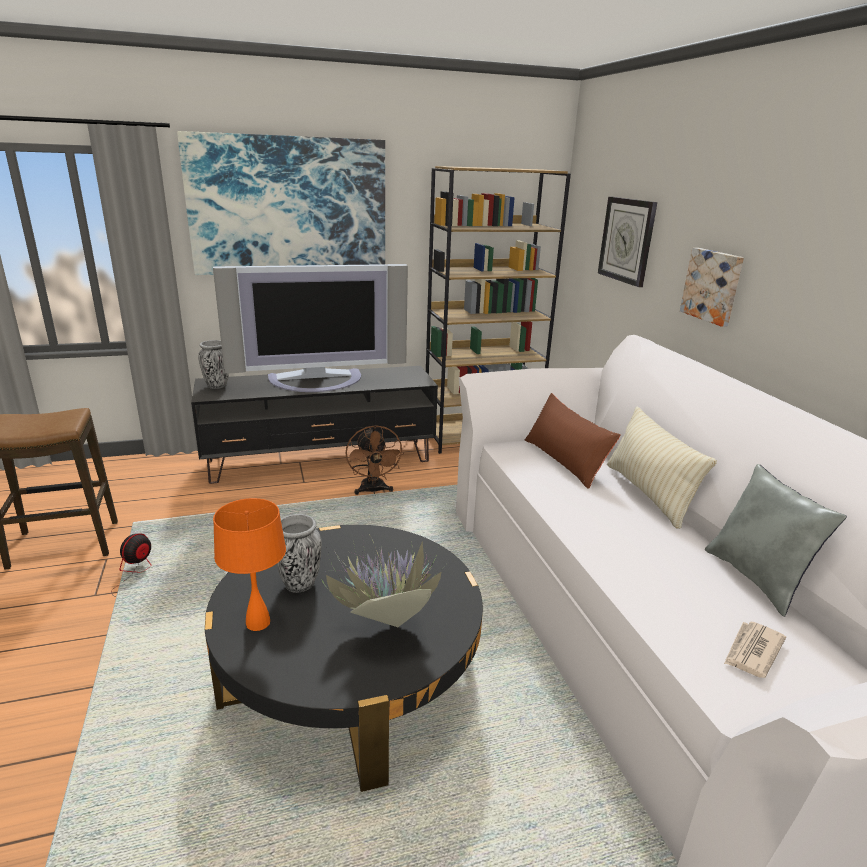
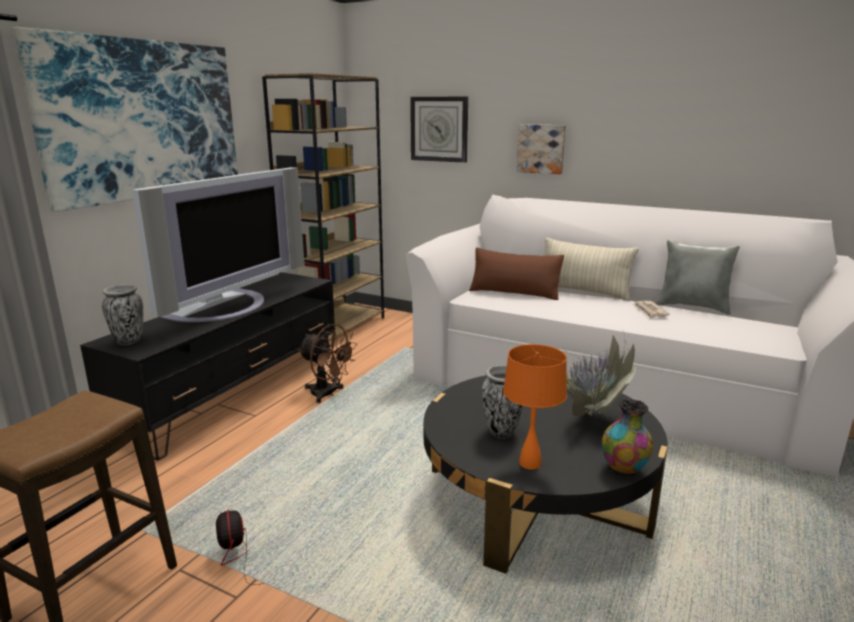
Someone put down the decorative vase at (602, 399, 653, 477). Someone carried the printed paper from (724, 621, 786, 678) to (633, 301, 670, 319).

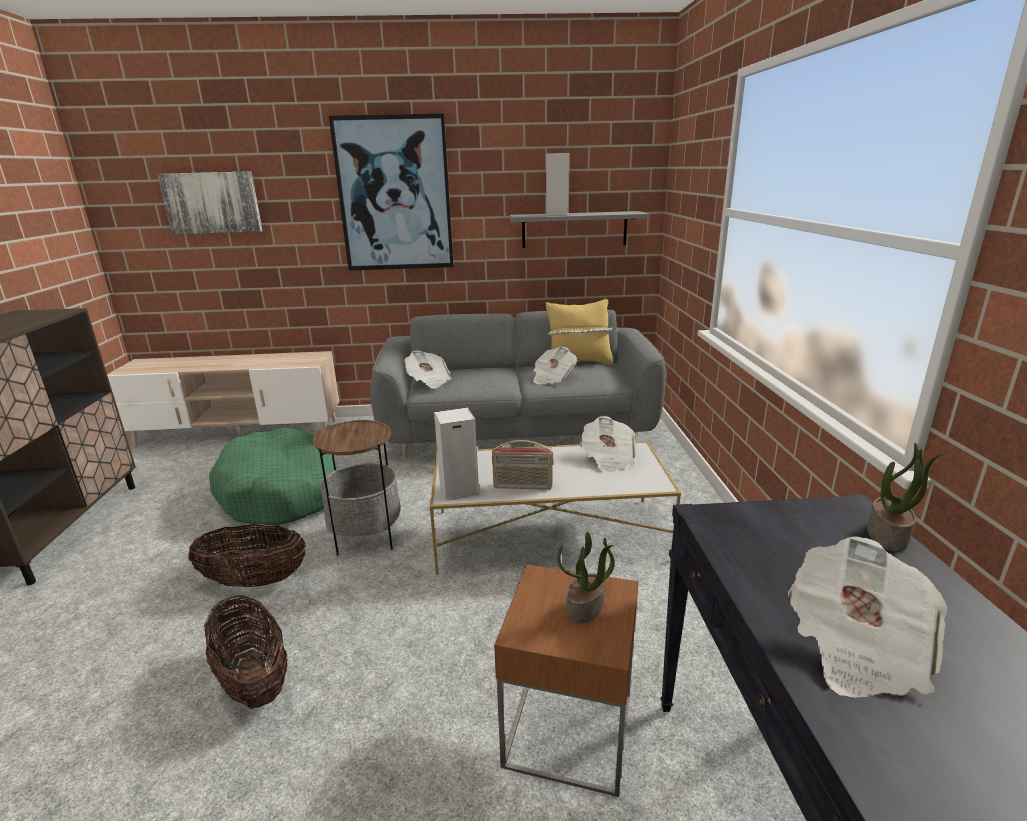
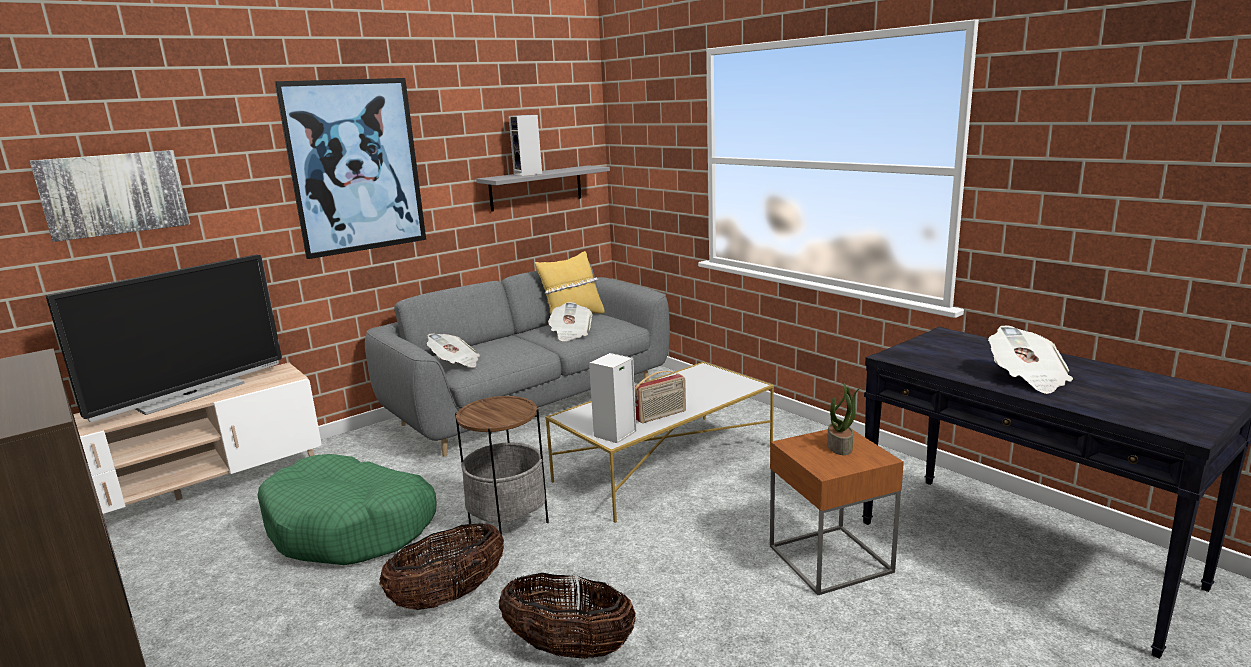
Someone took away the printed paper at (580, 416, 636, 473). Someone took away the potted plant at (867, 443, 946, 551). Someone put down the TV set at (46, 255, 282, 422).

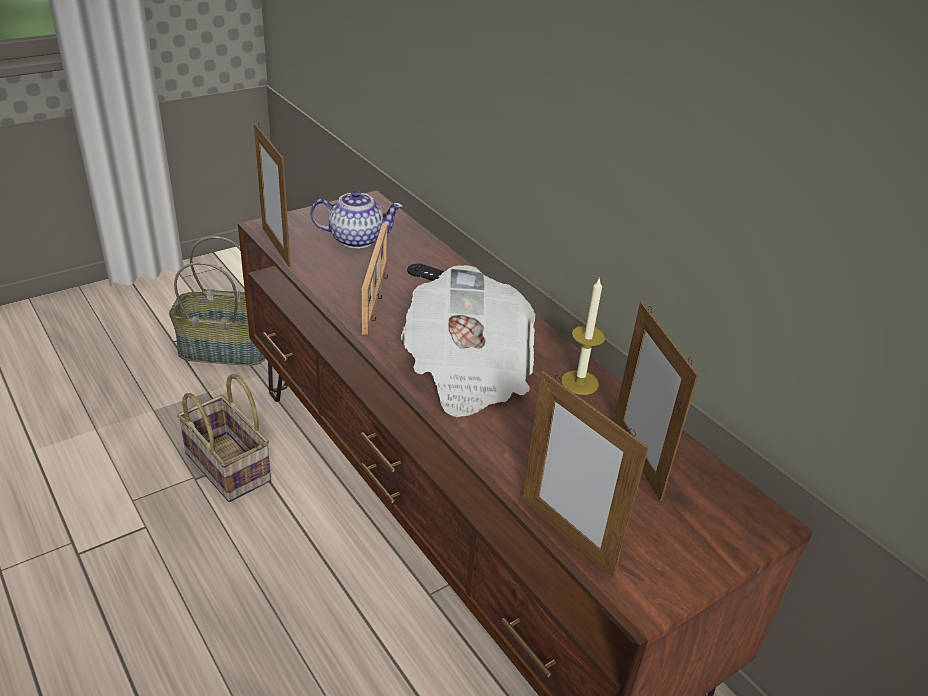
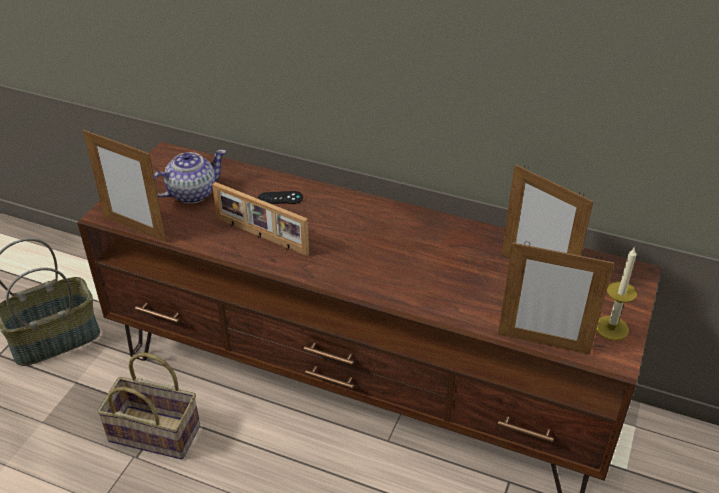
Someone took away the printed paper at (401, 265, 535, 417). Someone carried the candle from (561, 277, 606, 395) to (596, 247, 637, 341). Someone rotated the standing frame at (362, 223, 388, 335) by 150 degrees clockwise.

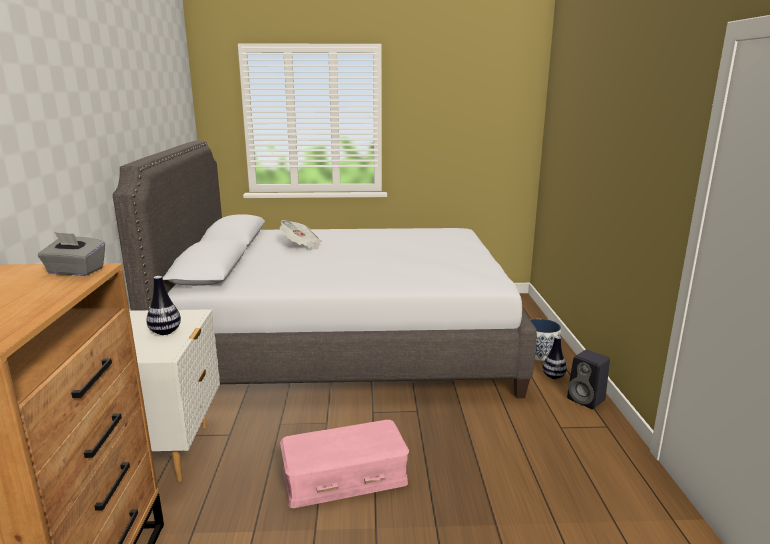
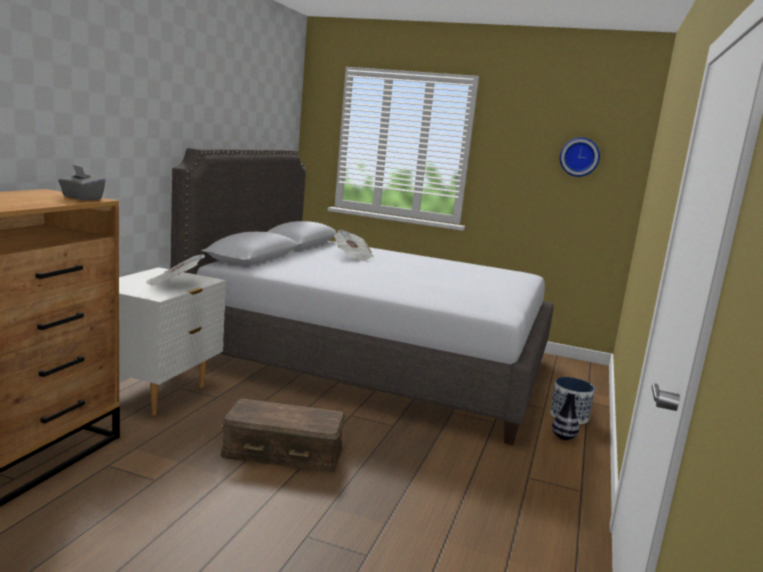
Someone took away the black-coloured speaker at (567, 350, 610, 409). Someone put up the clock on the wall at (560, 137, 600, 177). Someone swapped the decorative vase at (146, 276, 181, 335) for the printed paper at (146, 255, 205, 286). Someone repainted the pink-coloured storage bin at (280, 420, 409, 508), which became the brown-coloured storage bin at (221, 399, 346, 473).

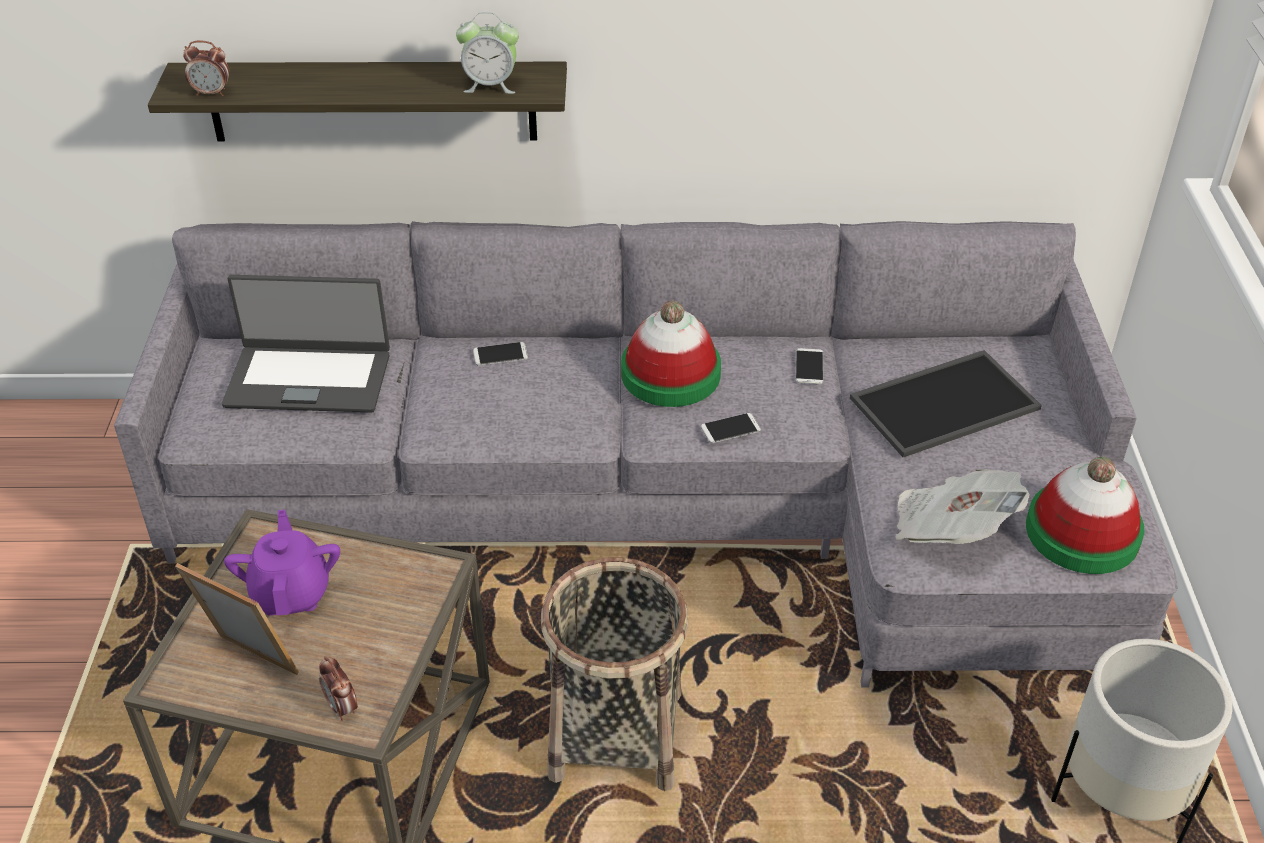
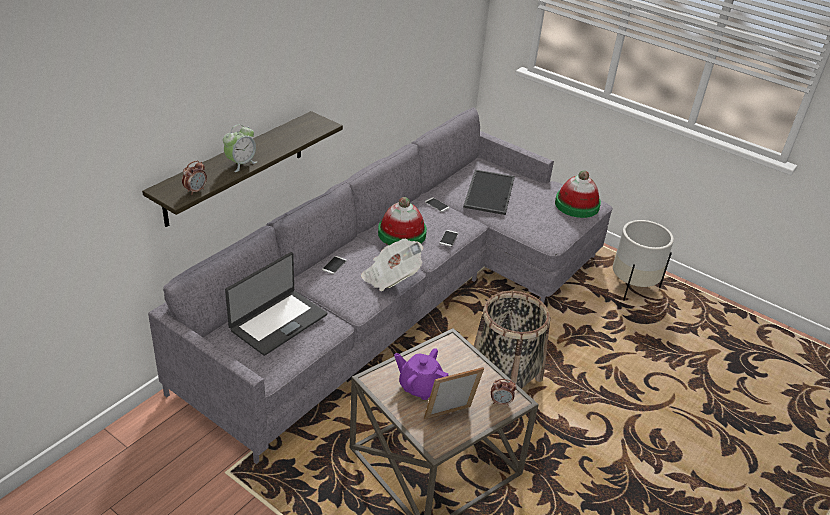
Someone carried the table clock from (456, 12, 519, 94) to (223, 124, 257, 172). Someone carried the printed paper from (896, 469, 1029, 544) to (361, 238, 424, 291).

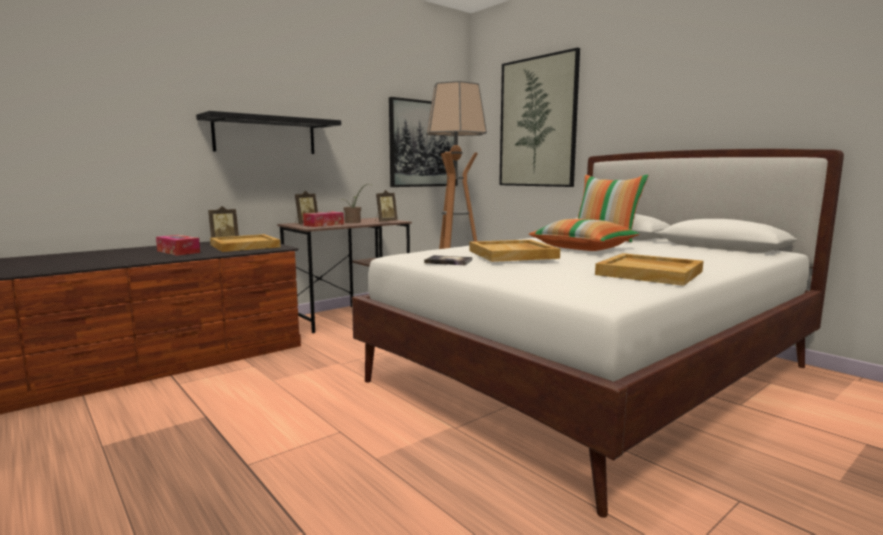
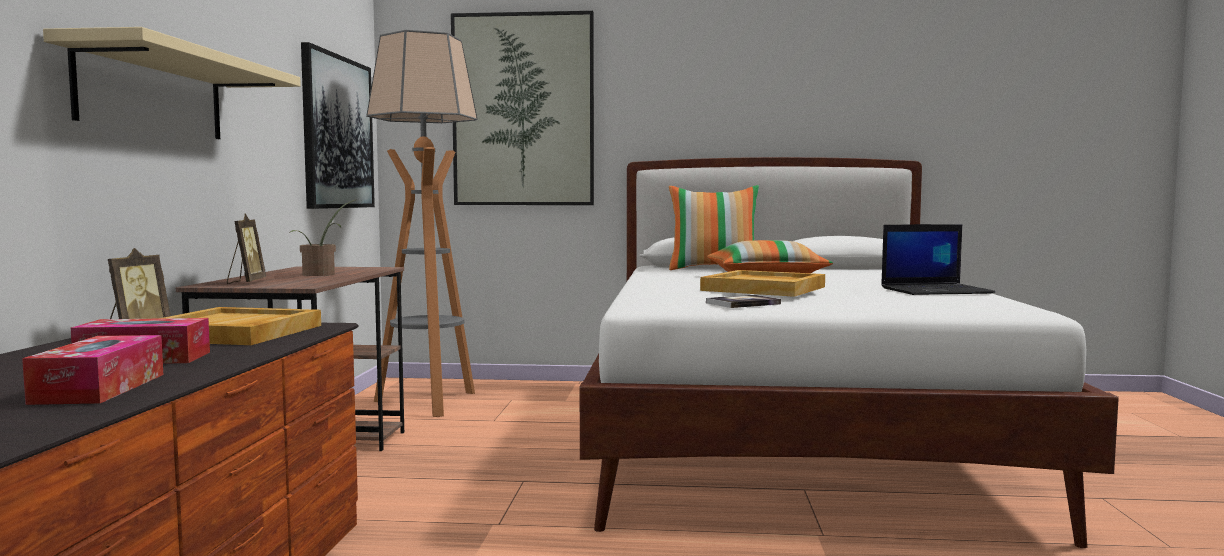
Someone took away the standing frame at (375, 190, 398, 222). Someone carried the tissue box from (303, 212, 344, 227) to (22, 335, 163, 405). Someone swapped the beige carrying tray at (595, 253, 703, 286) for the notebook computer at (881, 224, 995, 295). Someone repainted the black-coloured shelf at (196, 111, 341, 154), which became the beige shelf at (43, 27, 301, 139).

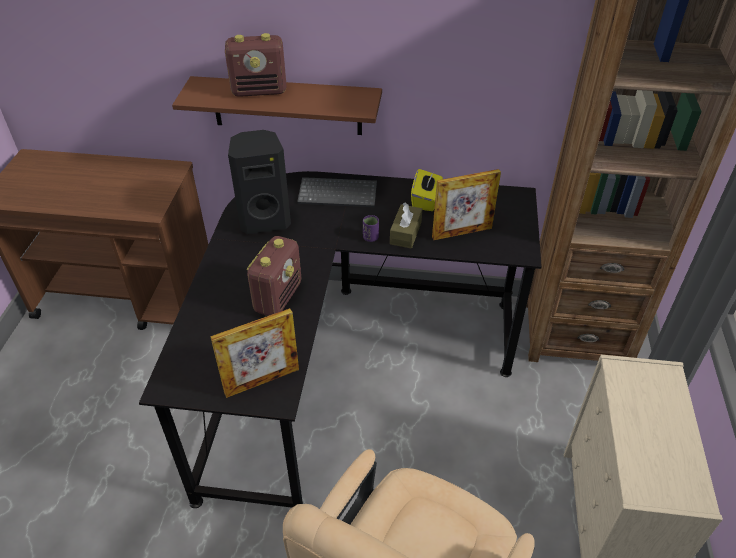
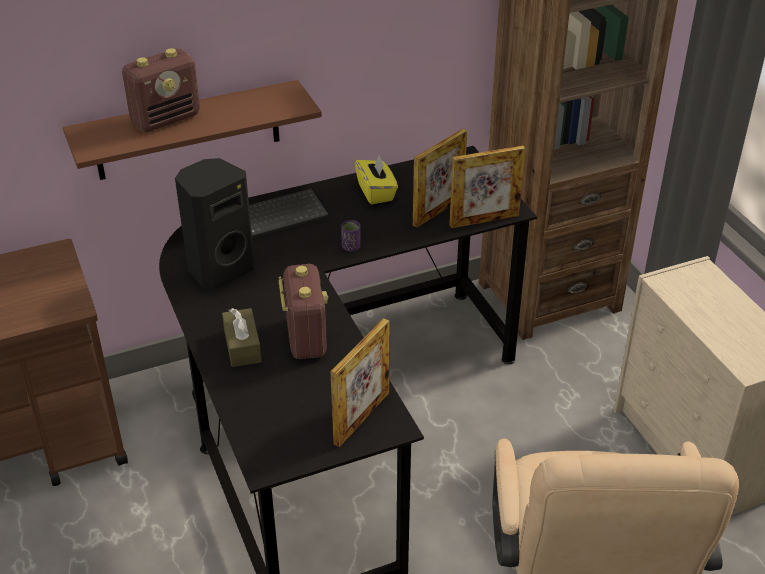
Someone put down the standing frame at (449, 145, 525, 228). Someone carried the brown-coloured tissue box from (390, 203, 422, 249) to (222, 308, 262, 367).

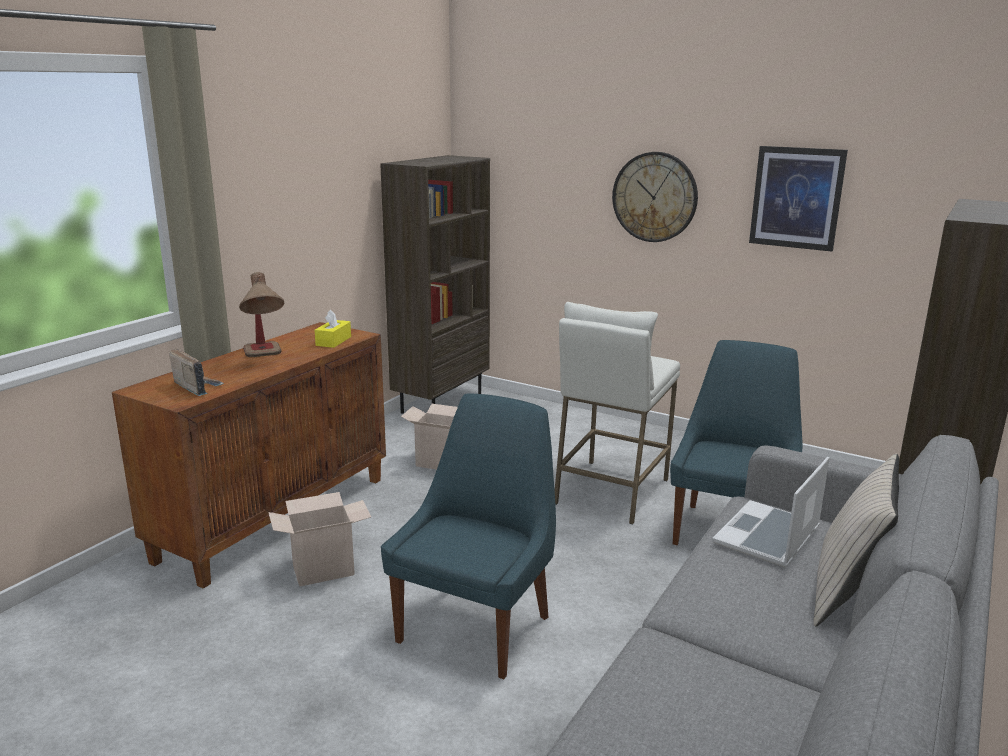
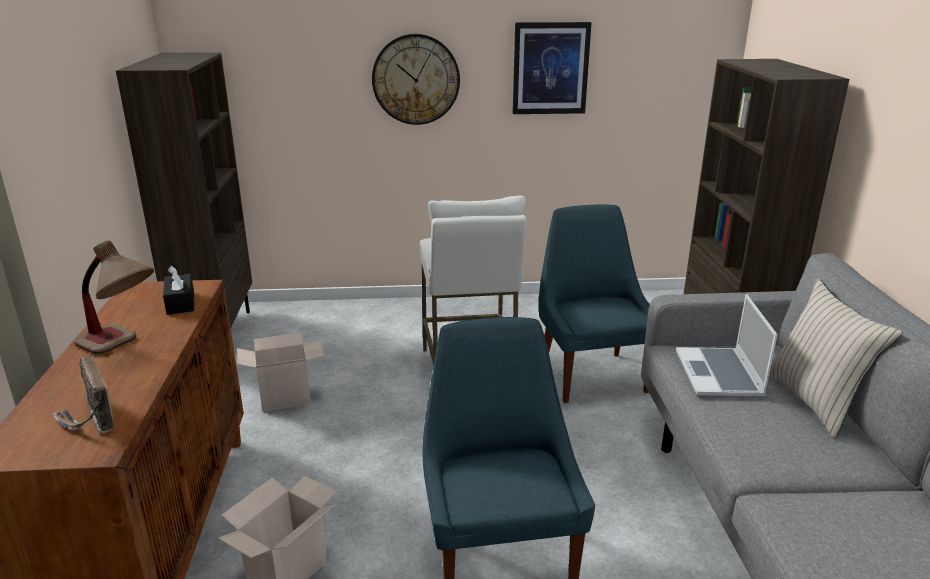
Someone repainted the yellow tissue box at (315, 309, 351, 348), which became the black-coloured tissue box at (163, 265, 194, 315). Someone rotated the radio at (169, 348, 224, 396) by 135 degrees counterclockwise.

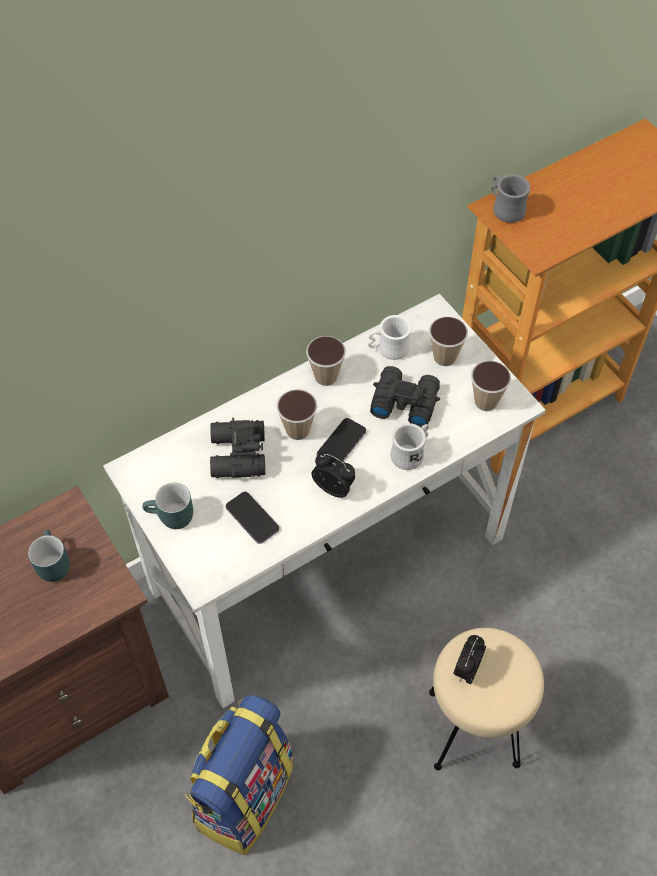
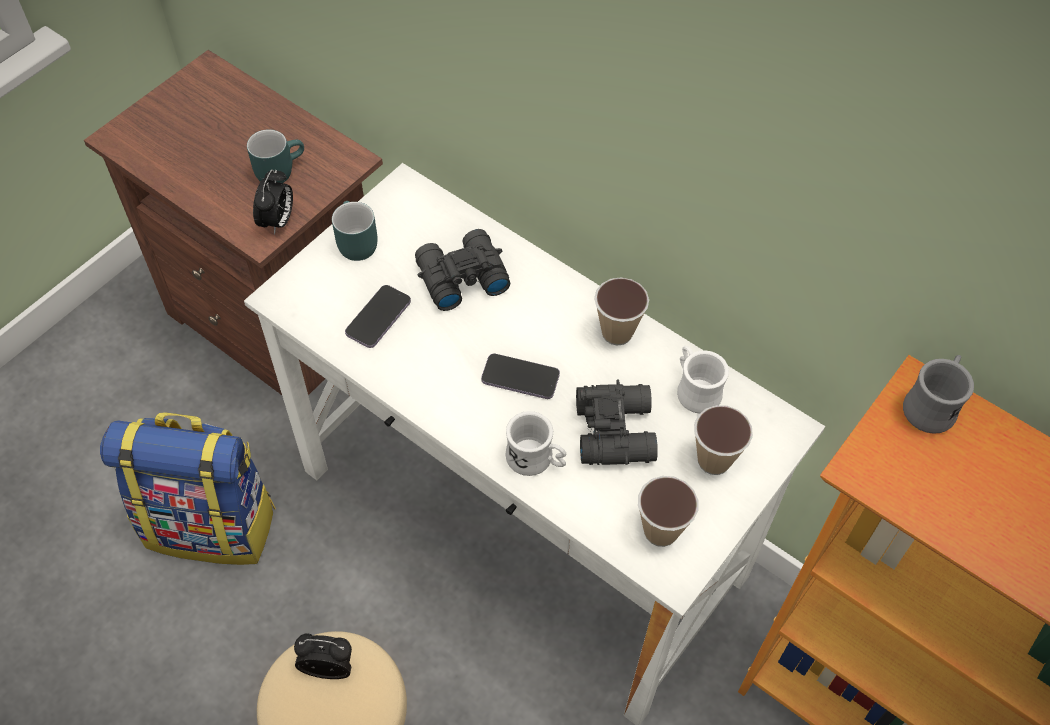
Someone took away the cup at (276, 389, 318, 440). Someone carried the table clock from (311, 452, 355, 498) to (253, 169, 293, 235).

